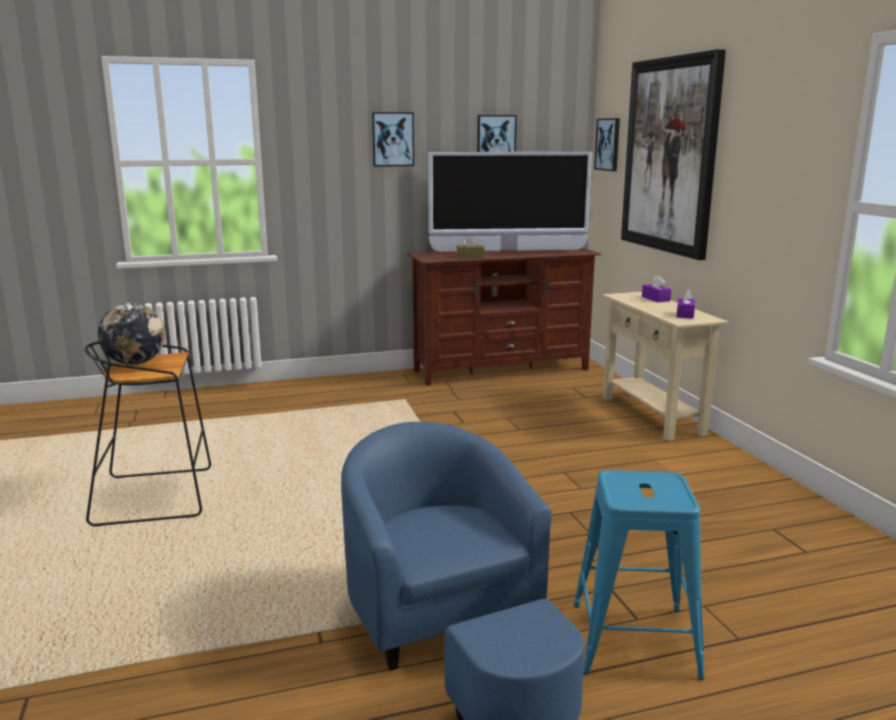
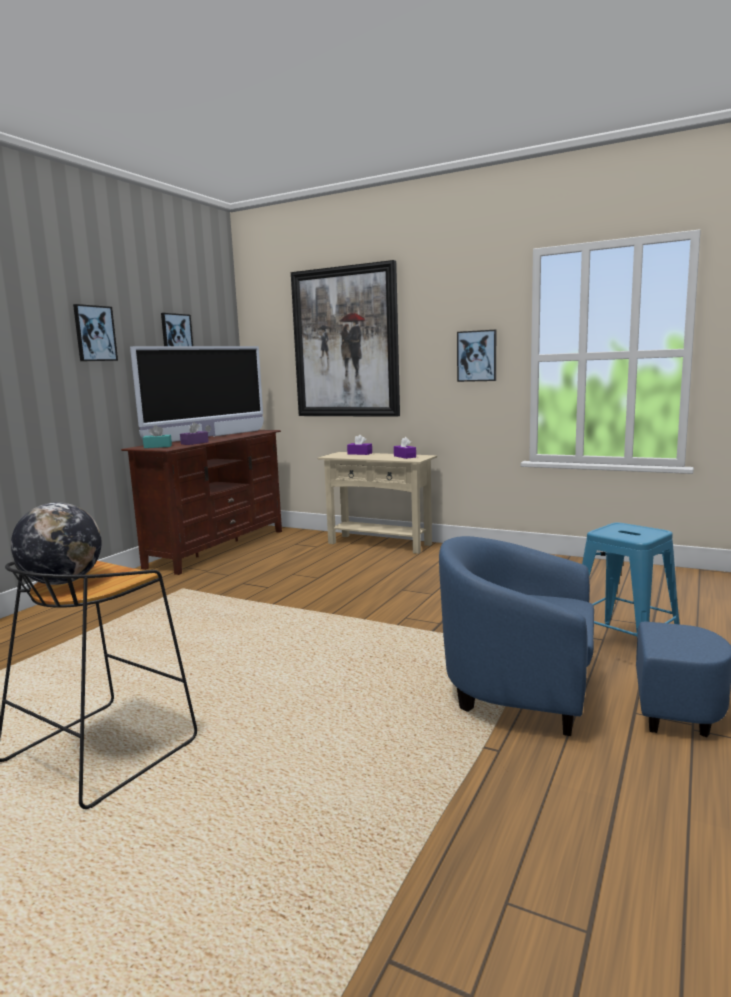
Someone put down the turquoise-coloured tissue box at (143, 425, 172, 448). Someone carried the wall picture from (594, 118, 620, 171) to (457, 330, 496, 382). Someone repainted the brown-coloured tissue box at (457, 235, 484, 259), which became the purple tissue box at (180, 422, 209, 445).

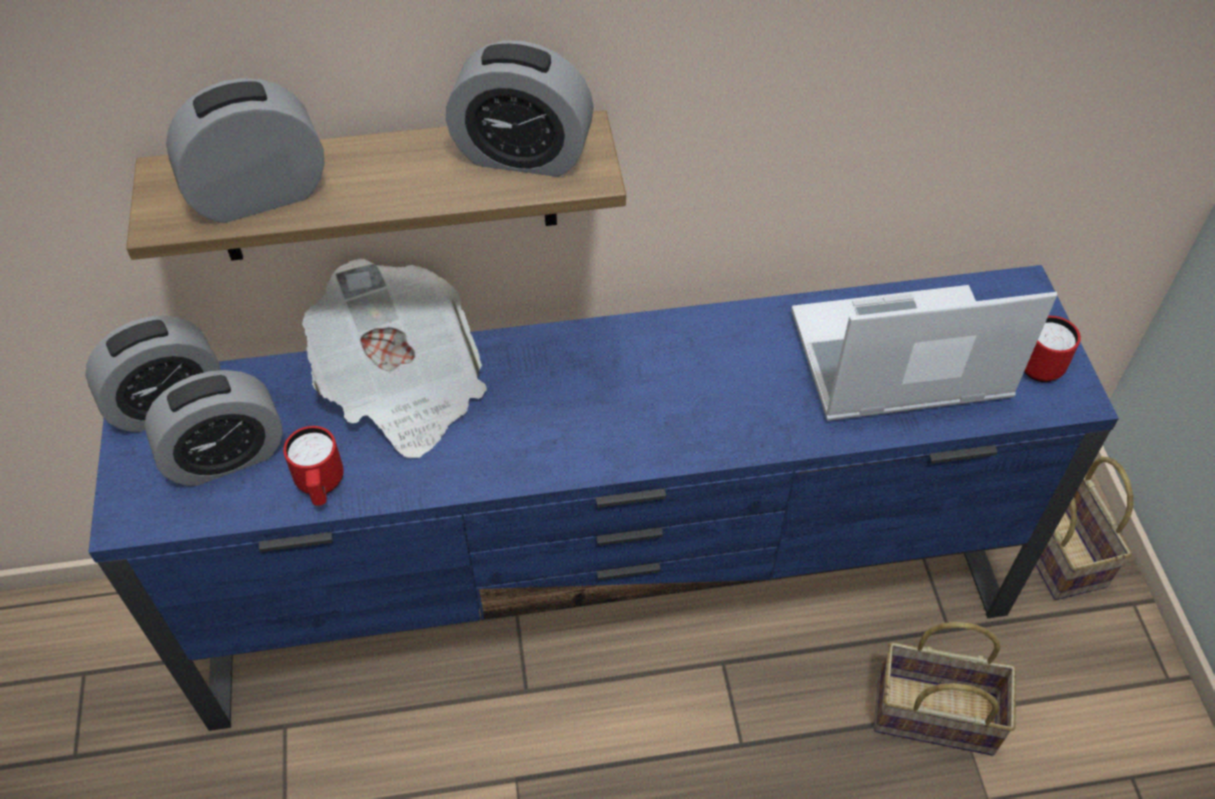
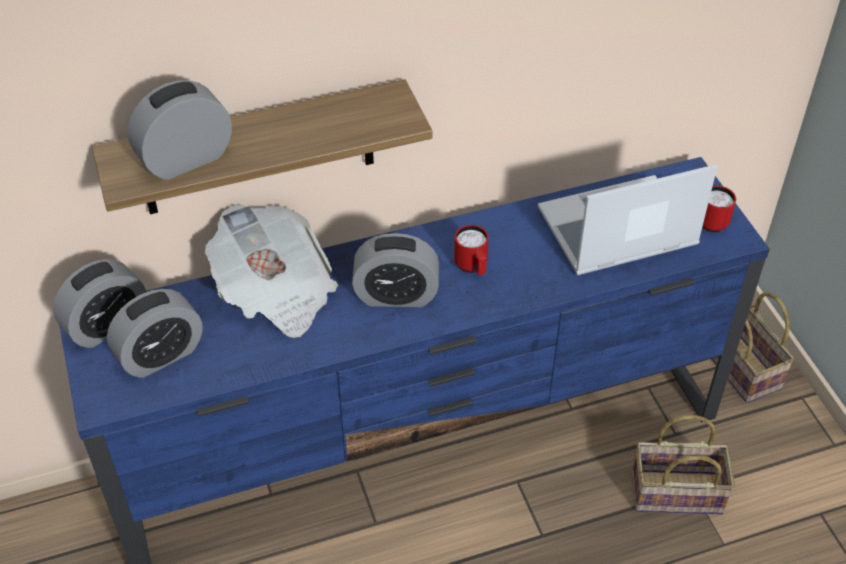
Someone carried the reddish mug from (283, 426, 344, 506) to (454, 225, 489, 275). Someone carried the table clock from (446, 41, 594, 177) to (352, 233, 439, 307).

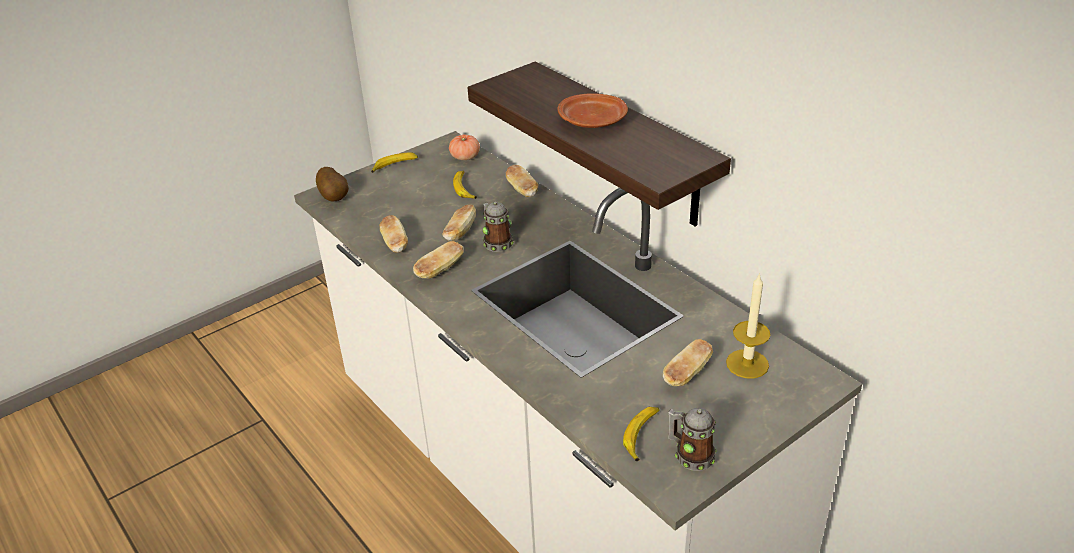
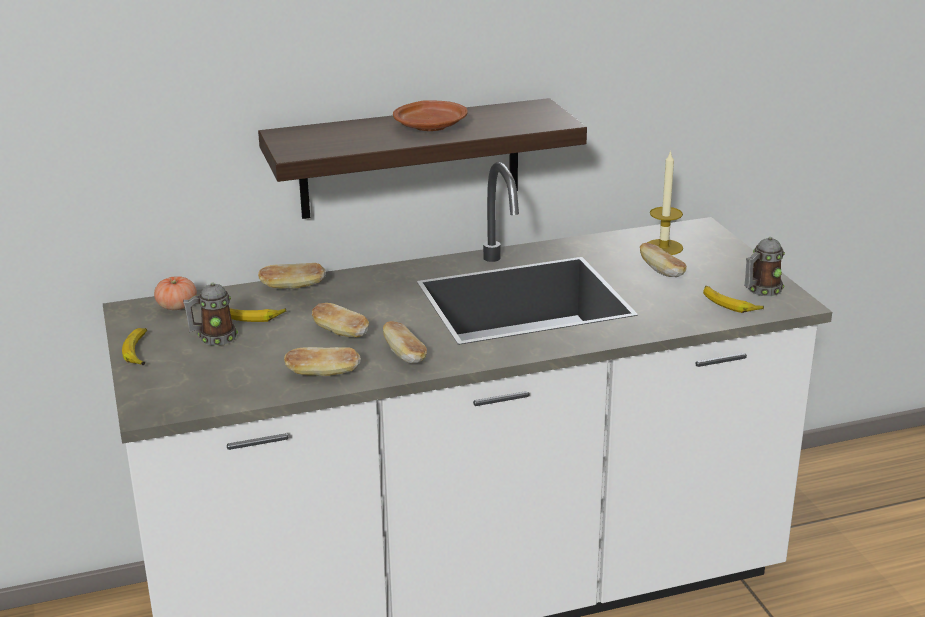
Someone took away the spud at (316, 167, 349, 202). Someone carried the mug from (482, 202, 513, 252) to (183, 282, 238, 346).

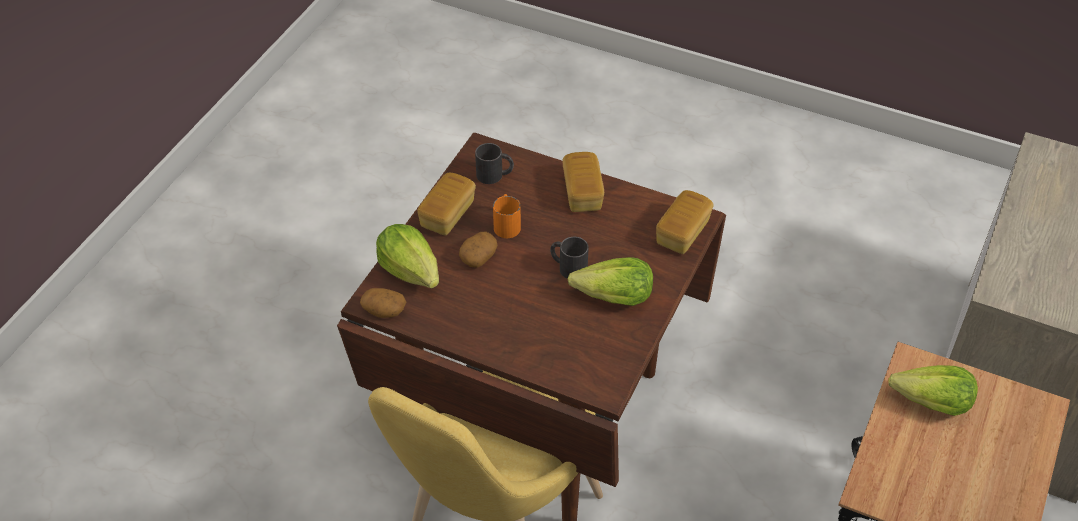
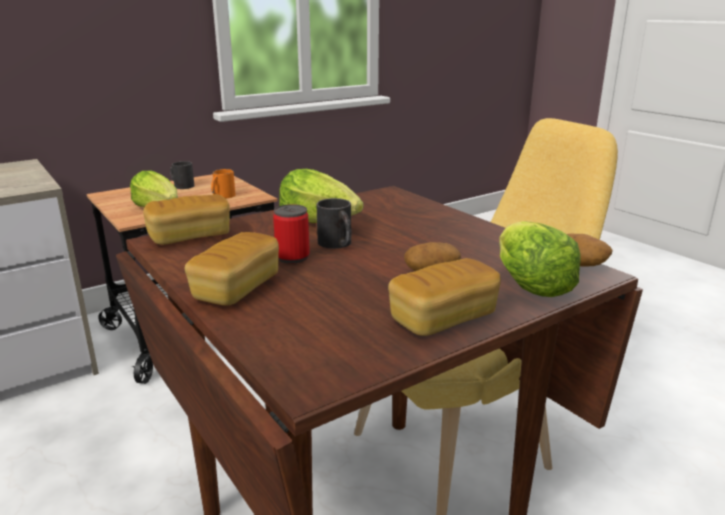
Someone put down the metal can at (273, 204, 310, 264). Someone carried the black-coloured mug from (475, 143, 514, 184) to (170, 161, 195, 189). Someone carried the orange mug from (493, 194, 521, 238) to (211, 169, 236, 198).

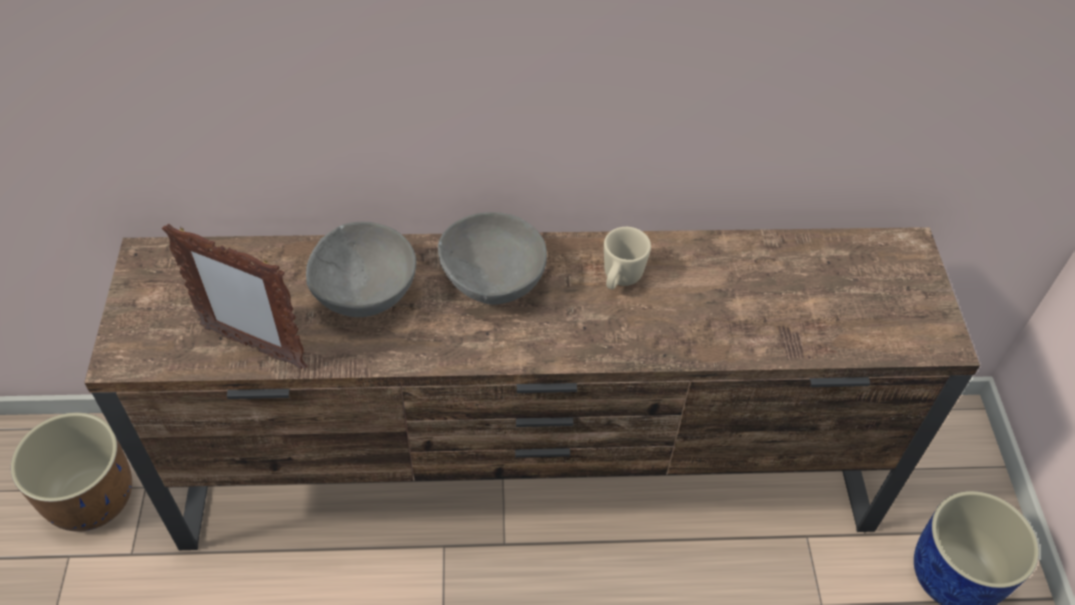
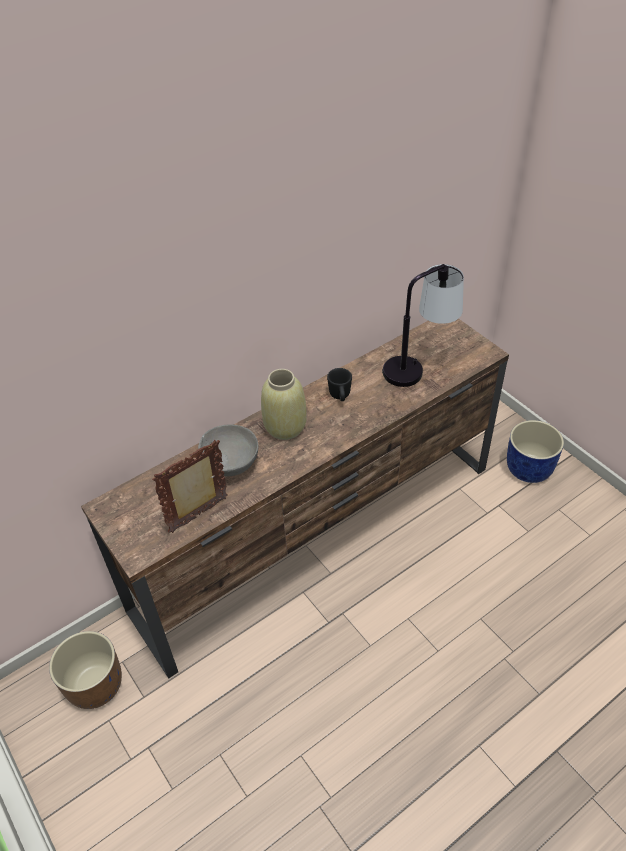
Someone put down the lamp for a table at (382, 264, 464, 387). Someone swapped the greyish bowl at (438, 212, 547, 305) for the beige decorative vase at (261, 369, 307, 440). Someone repainted the beige mug at (604, 227, 651, 290), which became the black-coloured mug at (327, 368, 352, 401). Someone rotated the standing frame at (162, 224, 308, 369) by 150 degrees clockwise.

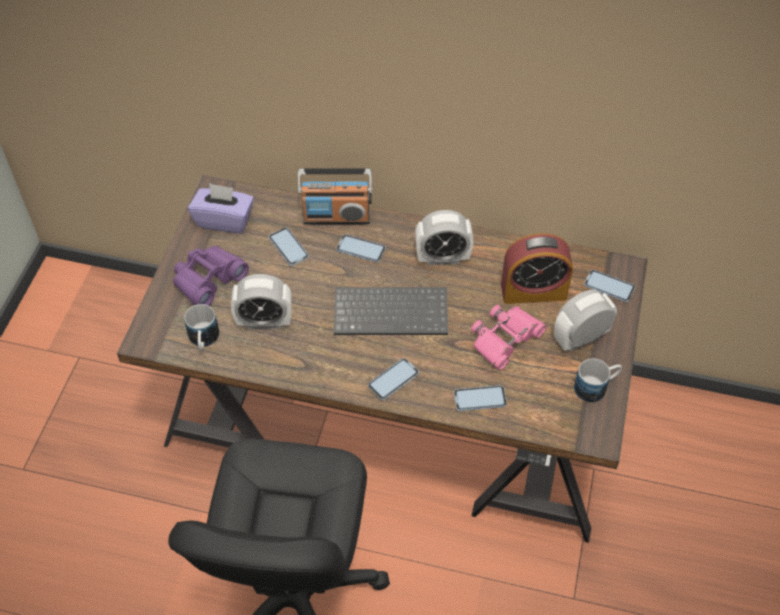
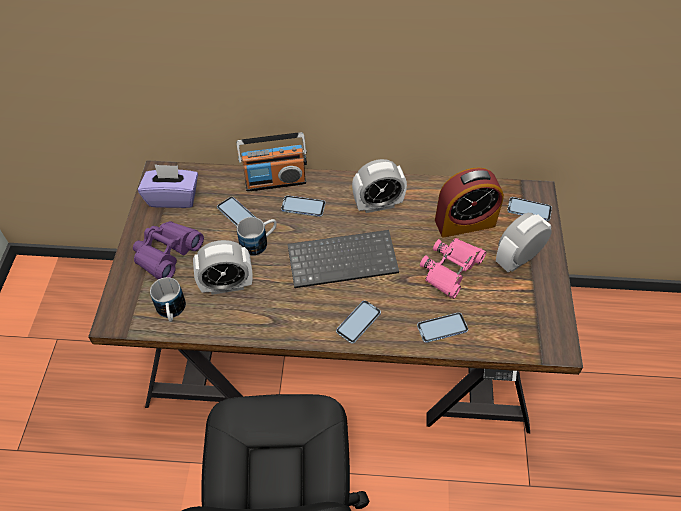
Someone carried the mug from (574, 358, 622, 402) to (237, 217, 277, 256).

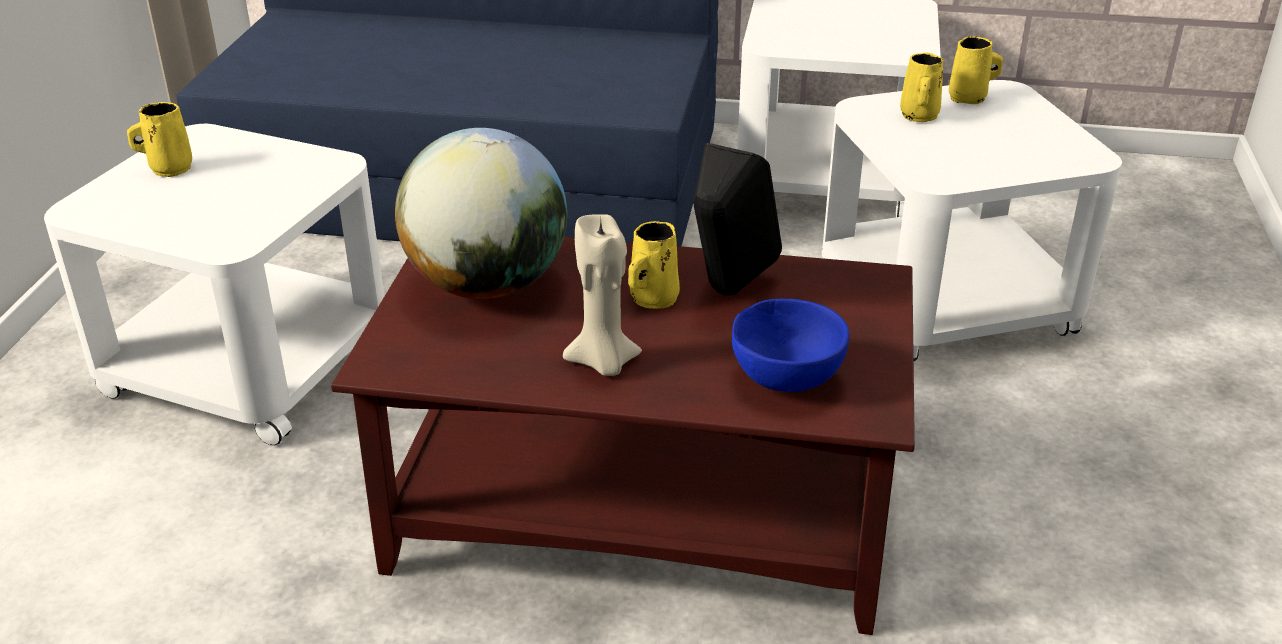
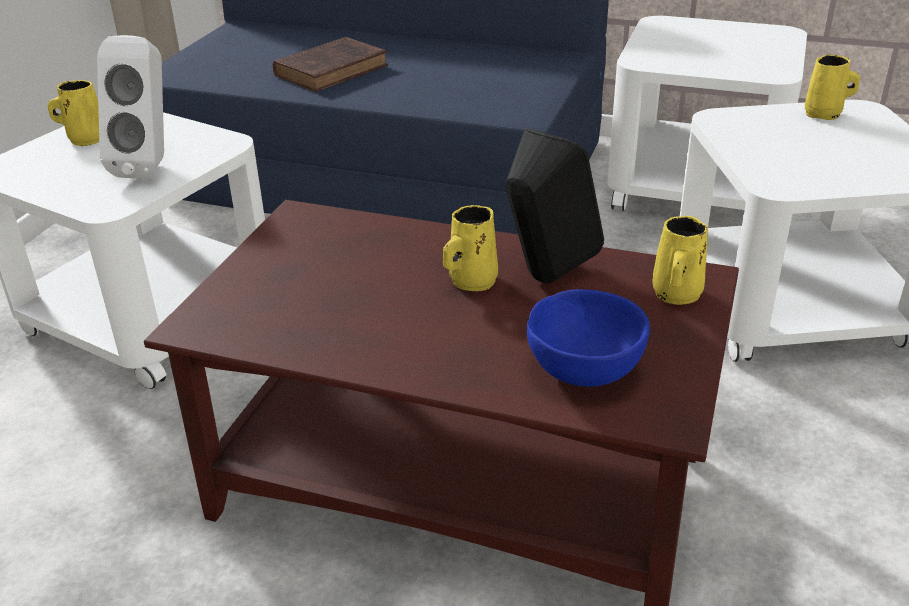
Someone took away the globe at (395, 128, 567, 299). Someone took away the beige candle at (563, 214, 642, 376). Someone put down the whitish speaker at (97, 35, 164, 179). Someone put down the brown-coloured book at (273, 37, 388, 92). Someone carried the yellow mug from (900, 53, 944, 122) to (653, 216, 708, 305).

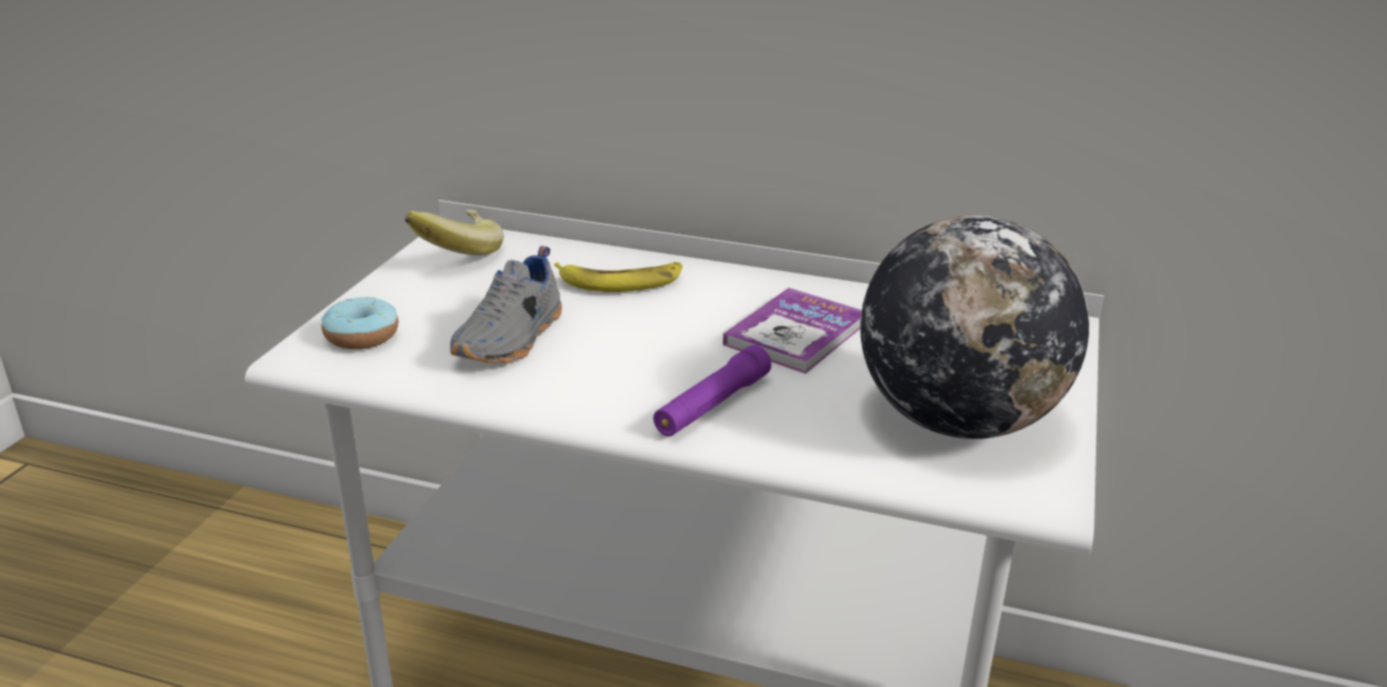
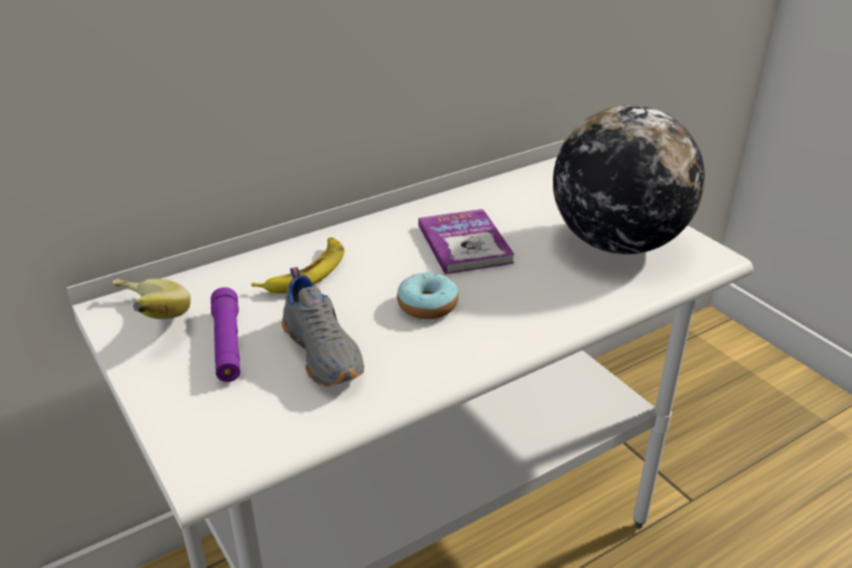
Someone carried the ring doughnut from (321, 297, 399, 349) to (397, 273, 458, 319). Someone carried the purple flashlight from (653, 345, 771, 436) to (211, 287, 240, 382).

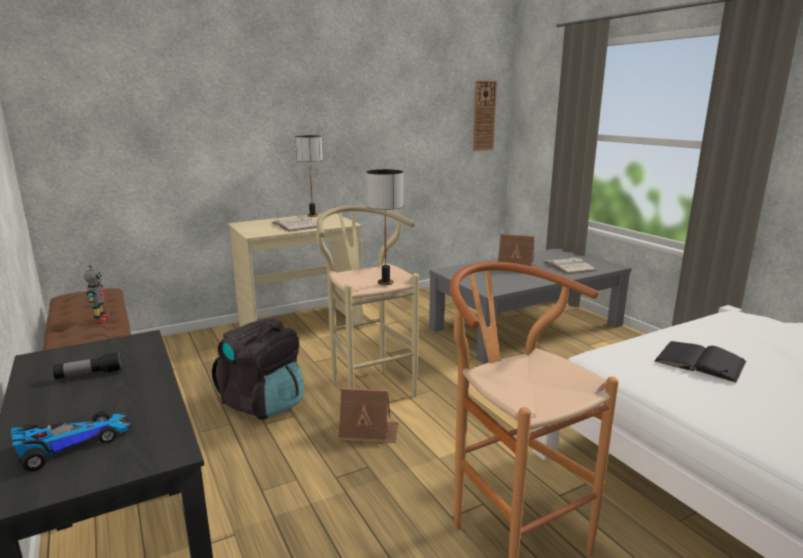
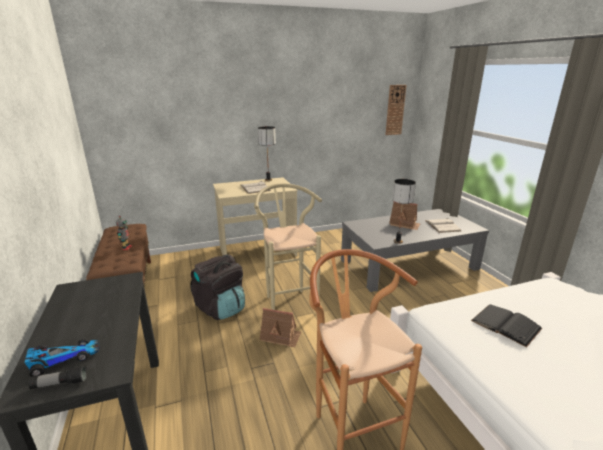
Someone carried the flashlight from (53, 351, 122, 380) to (28, 365, 87, 389). Someone carried the lamp for a table from (366, 169, 403, 285) to (392, 179, 416, 244).

